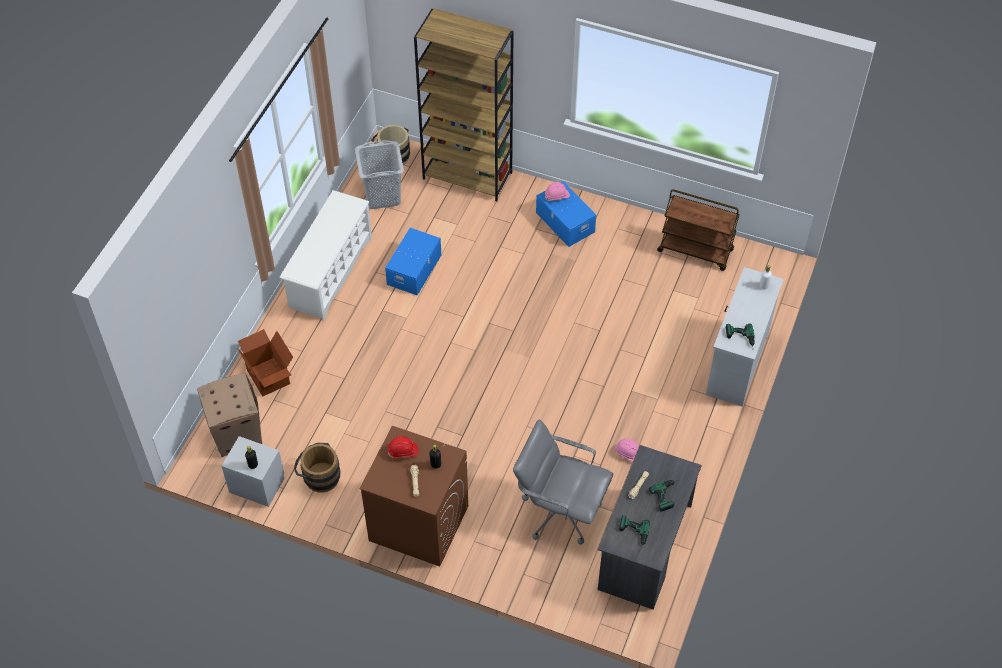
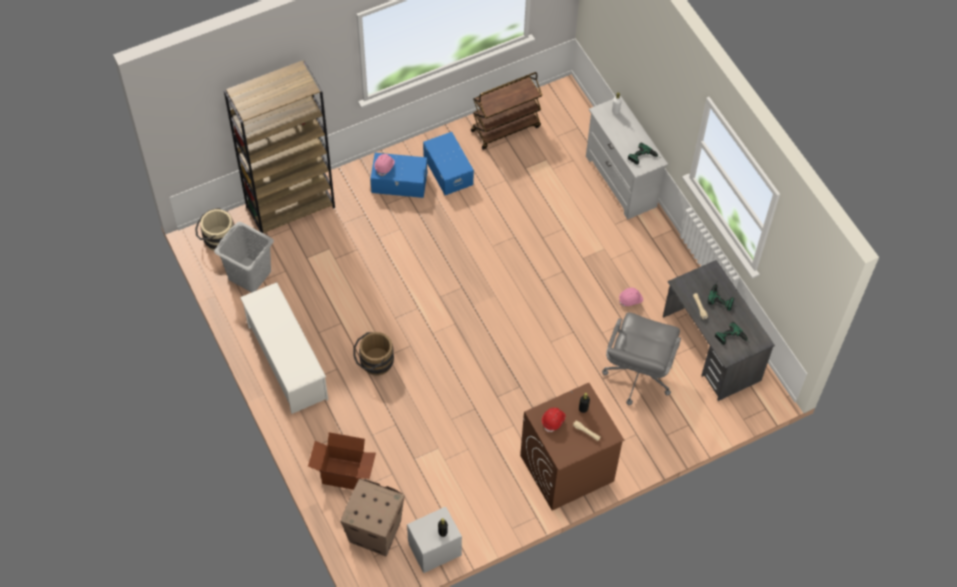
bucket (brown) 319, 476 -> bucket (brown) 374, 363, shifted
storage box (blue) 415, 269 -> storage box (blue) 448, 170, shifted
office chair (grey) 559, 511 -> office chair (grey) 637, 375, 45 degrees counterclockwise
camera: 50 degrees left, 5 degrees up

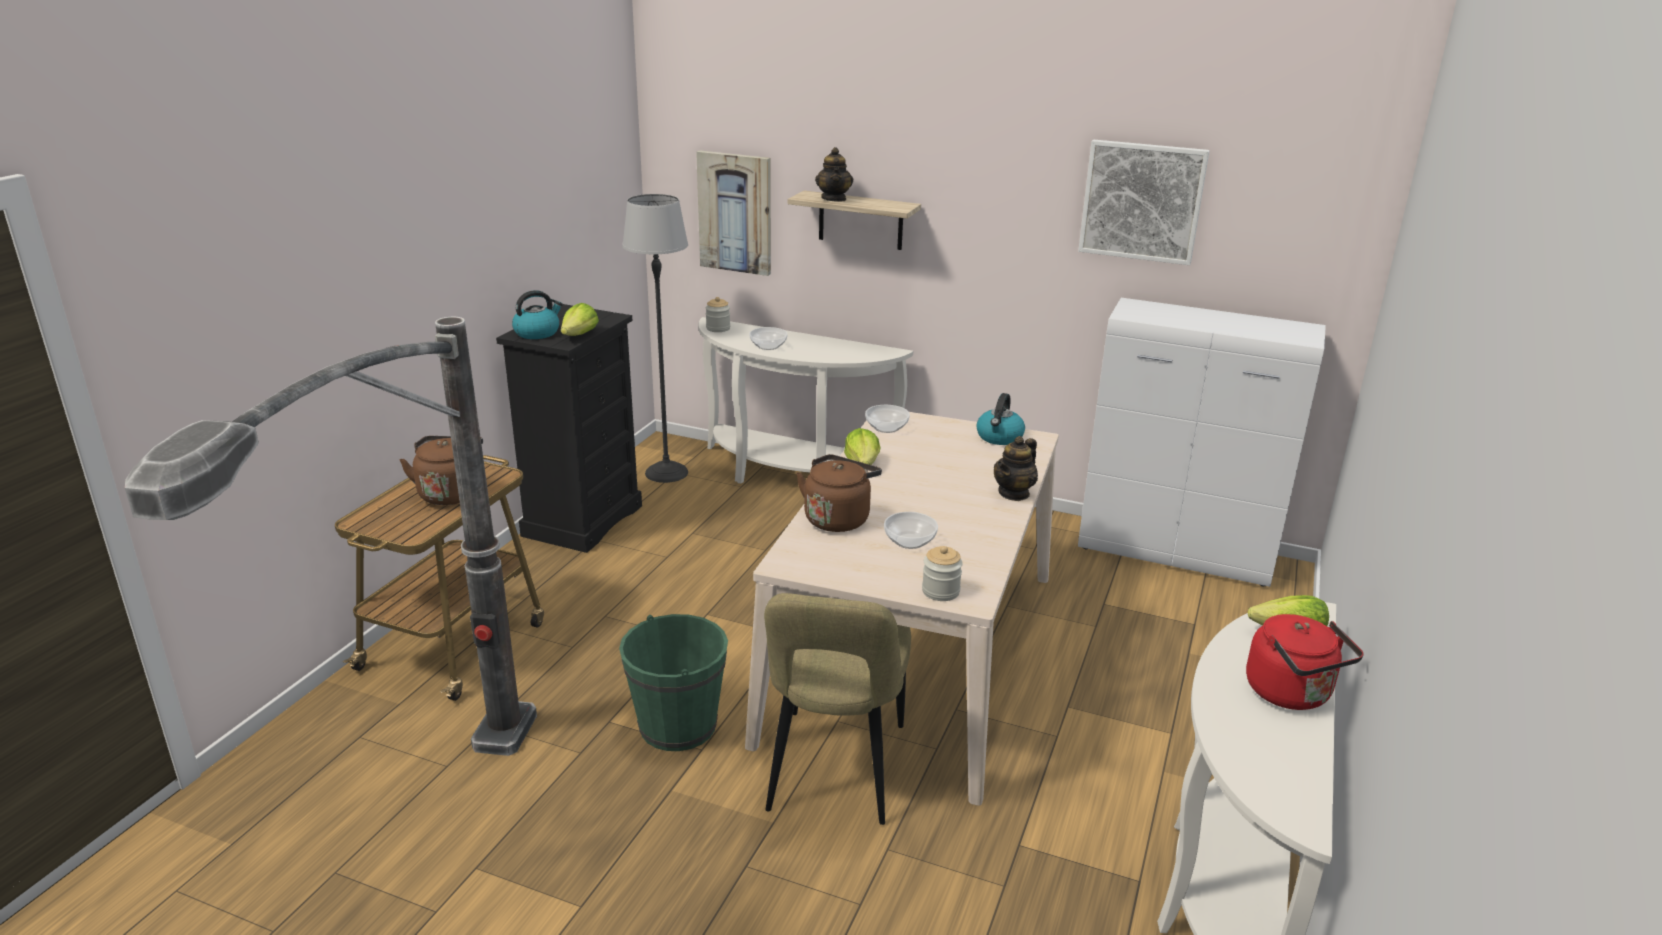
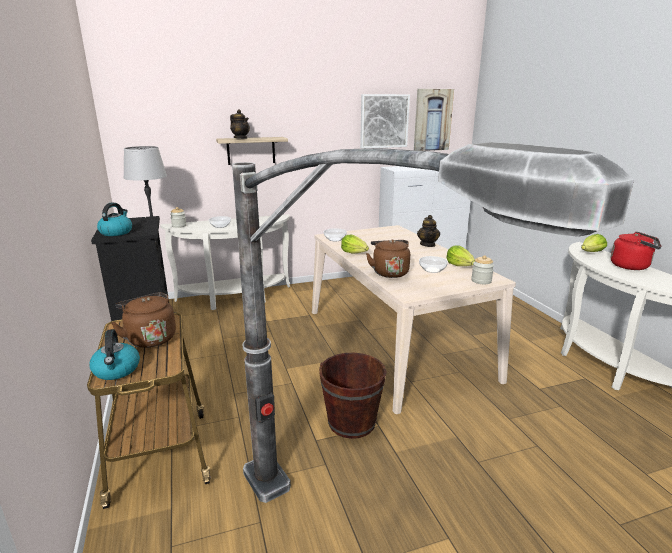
chair (beige) 834, 773 -> none
lettuce 579, 335 -> lettuce 460, 265, shifted
picture 735, 213 -> picture 432, 120, shifted
kettle 999, 437 -> kettle 117, 370, shifted
bucket (green) 678, 726 -> bucket (brown) 351, 422
camera: 40 degrees left, 5 degrees down

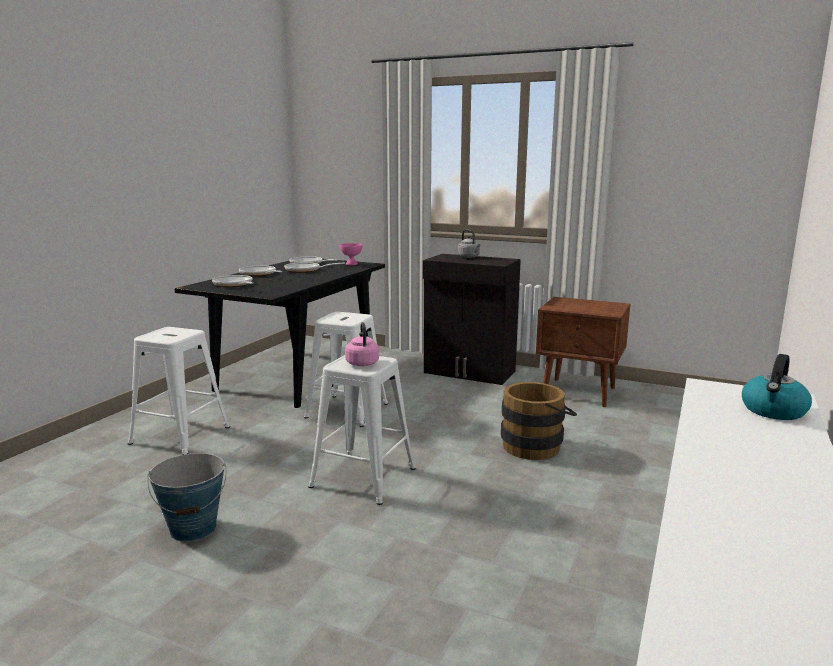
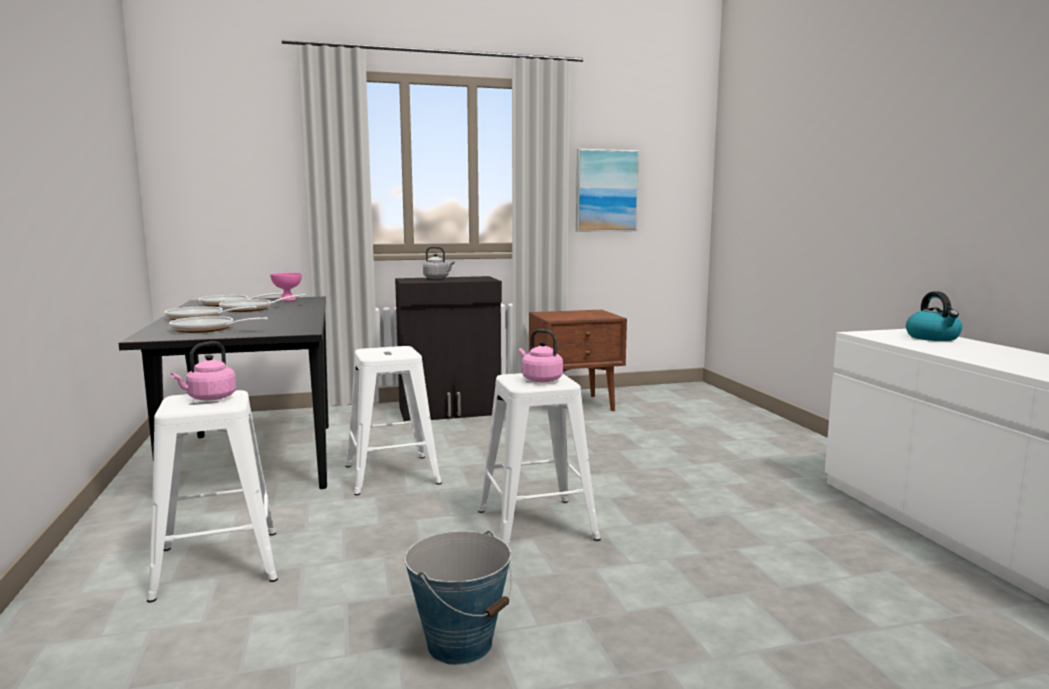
bucket (brown) 536, 446 -> none
none -> kettle (pink) 209, 398
none -> picture 606, 191
camera: 40 degrees left, 5 degrees down

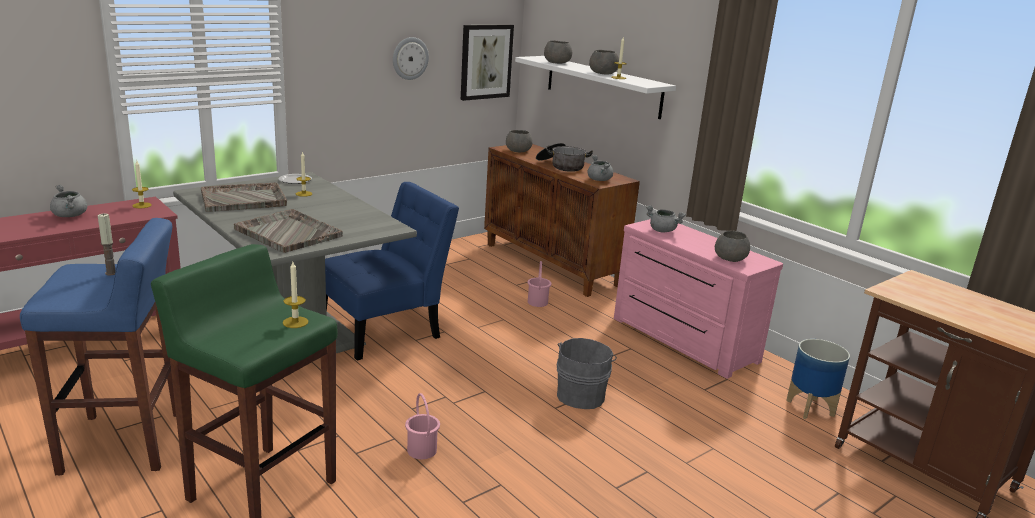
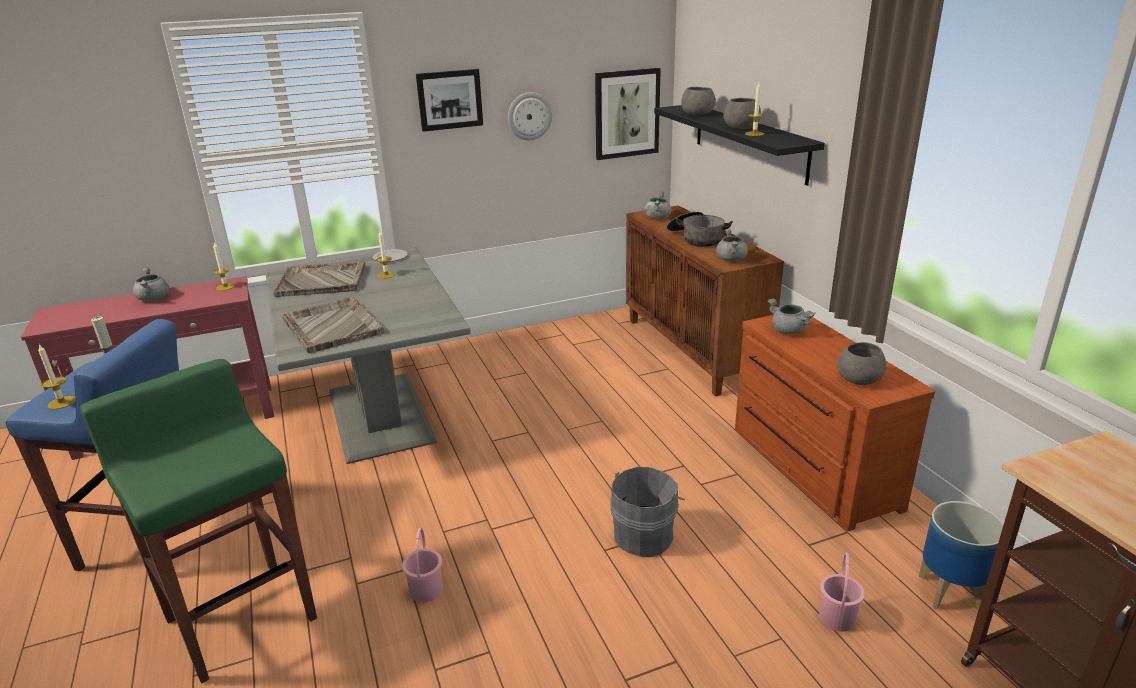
chair (blue) 385, 329 -> none
none -> picture 449, 99
candle 295, 322 -> candle 61, 402, shifted
bucket (pink) 538, 302 -> bucket (pink) 837, 617, shifted
bowl (grey) 518, 151 -> cooking pot (grey) 657, 217
shelf (white) 602, 86 -> shelf (black) 749, 141
dresser (pink) 682, 340 -> dresser (brown) 809, 468
camera: 20 degrees right, 5 degrees up

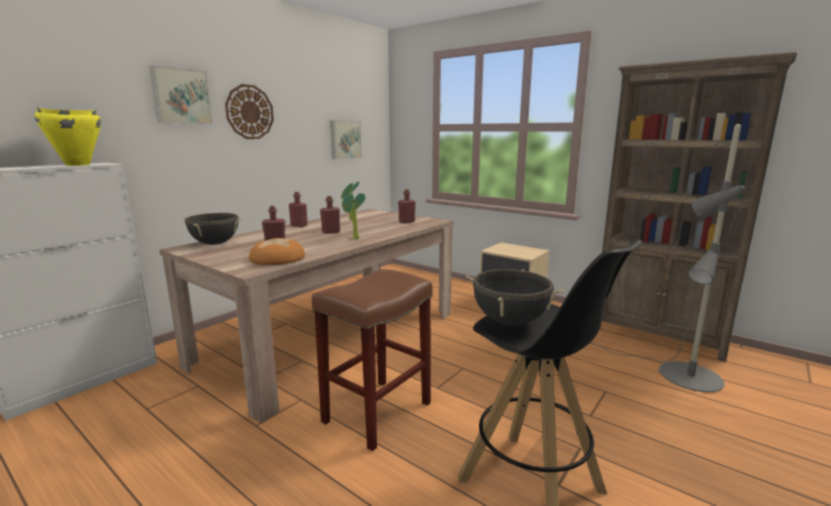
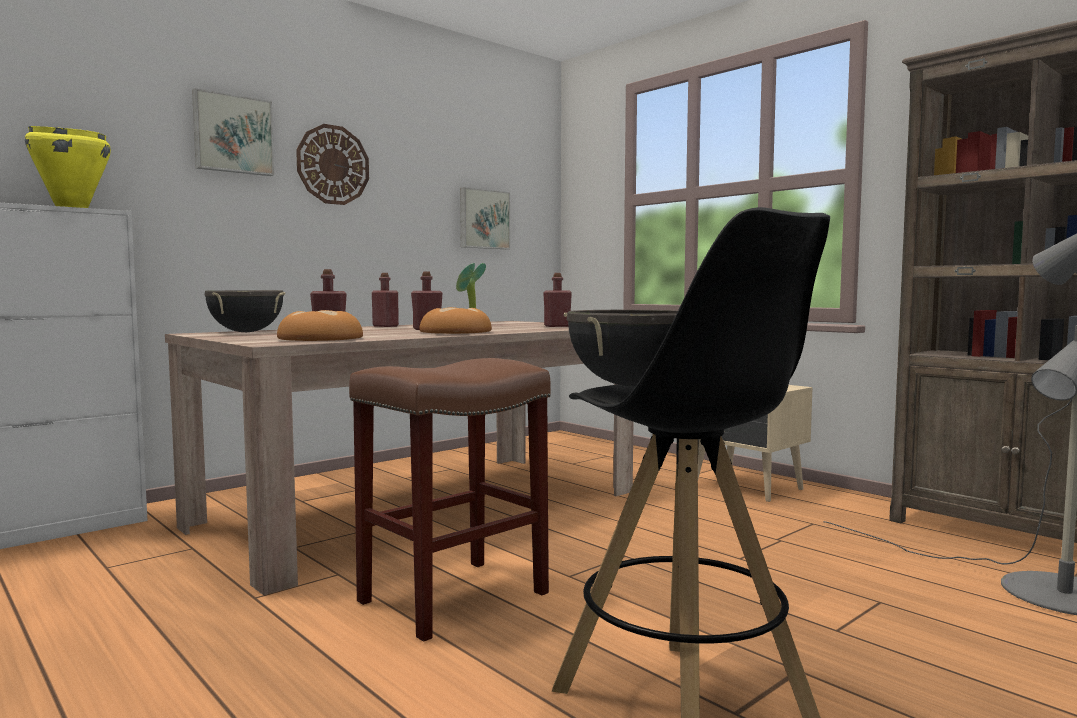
potted plant 354, 238 -> bread 456, 332
camera: 10 degrees right, 10 degrees down

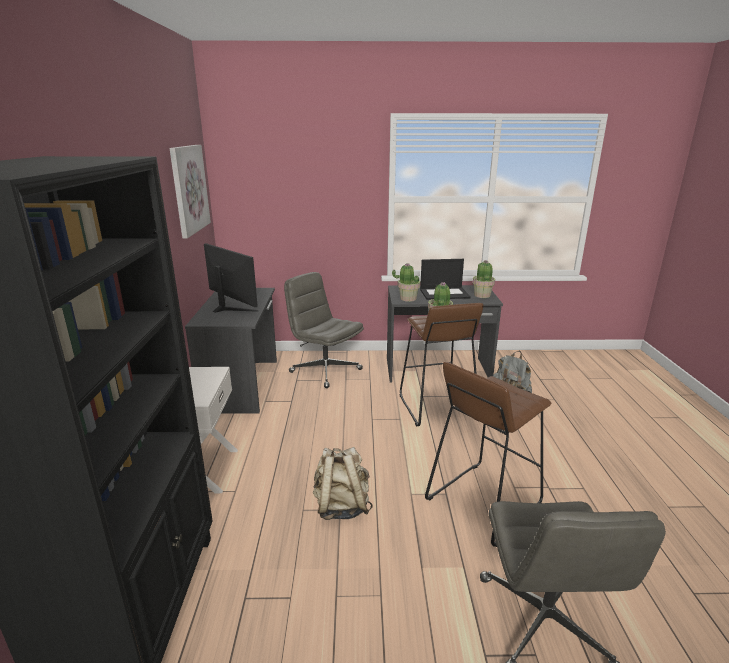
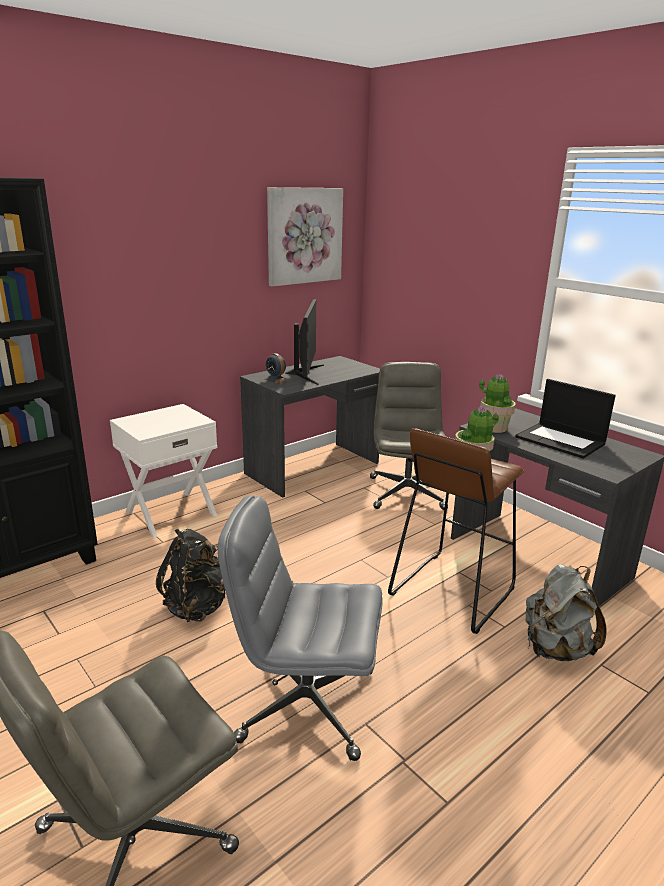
potted plant 482, 295 -> none
none -> alarm clock 276, 379
stool (brown) 482, 502 -> office chair (grey) 305, 704
backpack (beige) 341, 506 -> backpack (black) 197, 606
camera: 50 degrees right, 0 degrees up

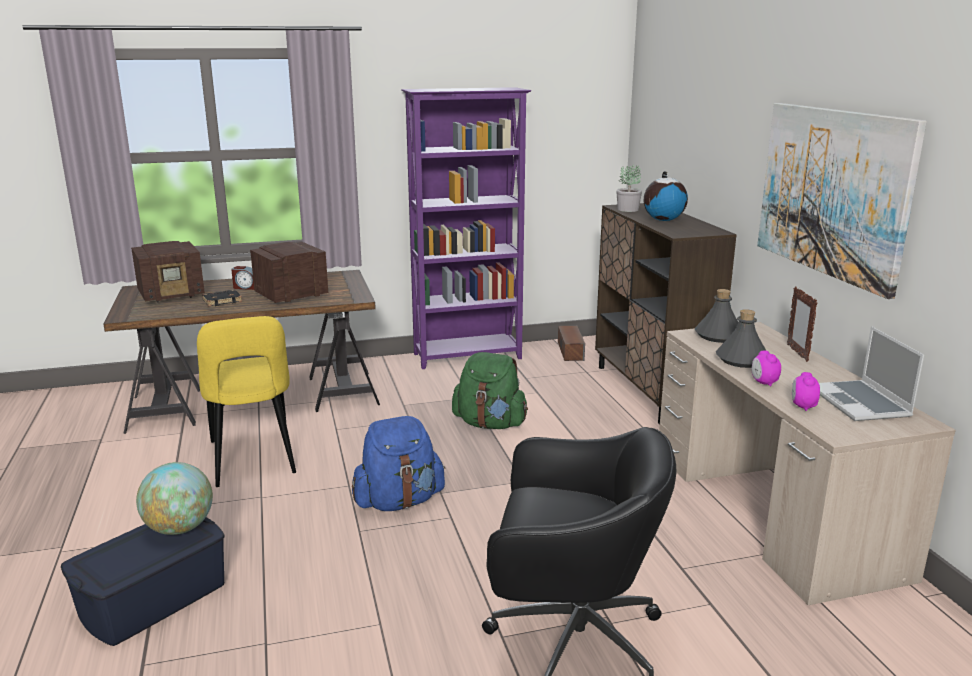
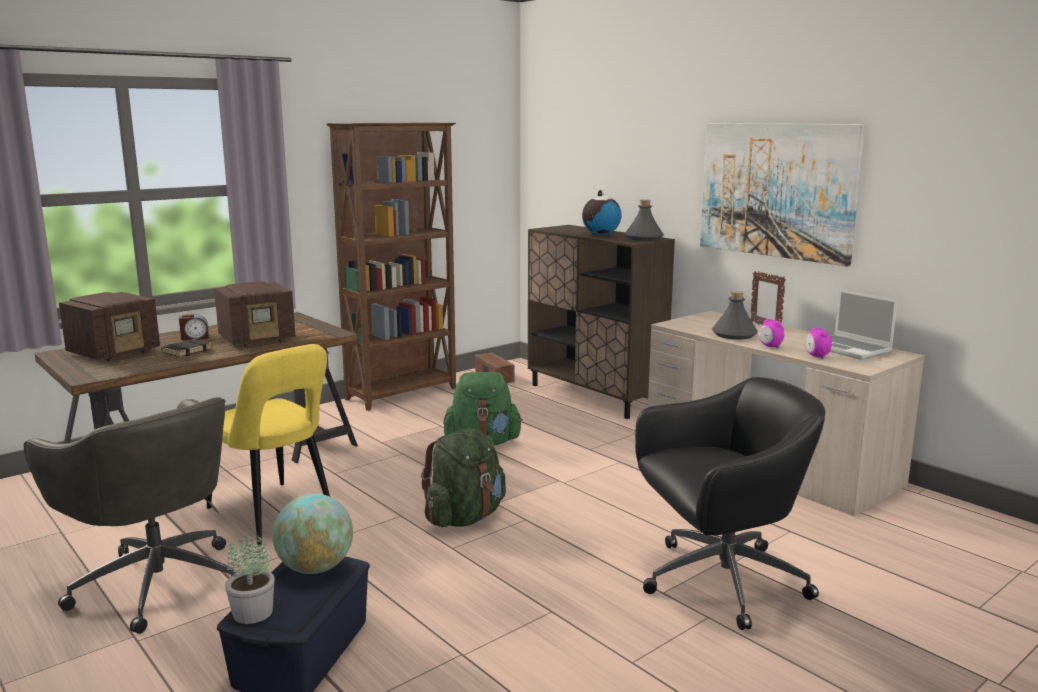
none -> office chair (grey) 156, 582
potted plant 628, 209 -> potted plant 253, 613, shifted
bottle (grey) 719, 336 -> bottle (grey) 643, 238, shifted
backpack (blue) 399, 501 -> backpack (green) 465, 518
bookcase (purple) 468, 357 -> bookcase (brown) 403, 394
radio 290, 296 -> radio 258, 339, 150 degrees counterclockwise
camera: 25 degrees left, 5 degrees down

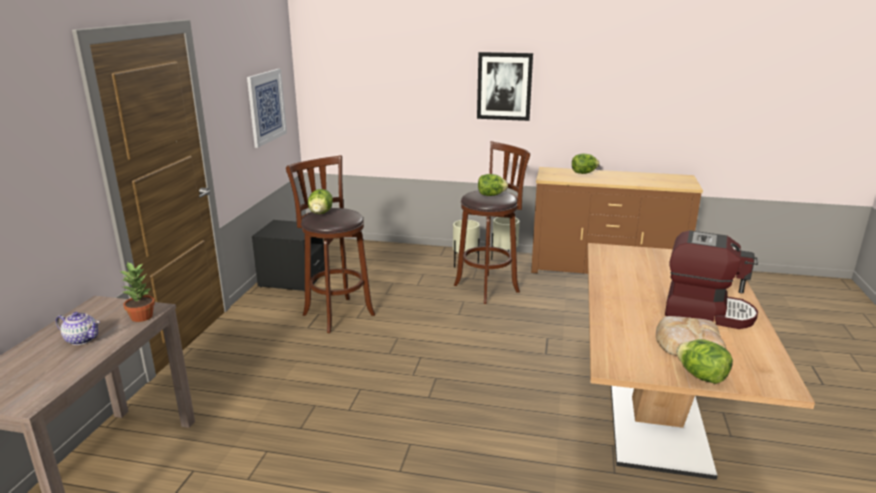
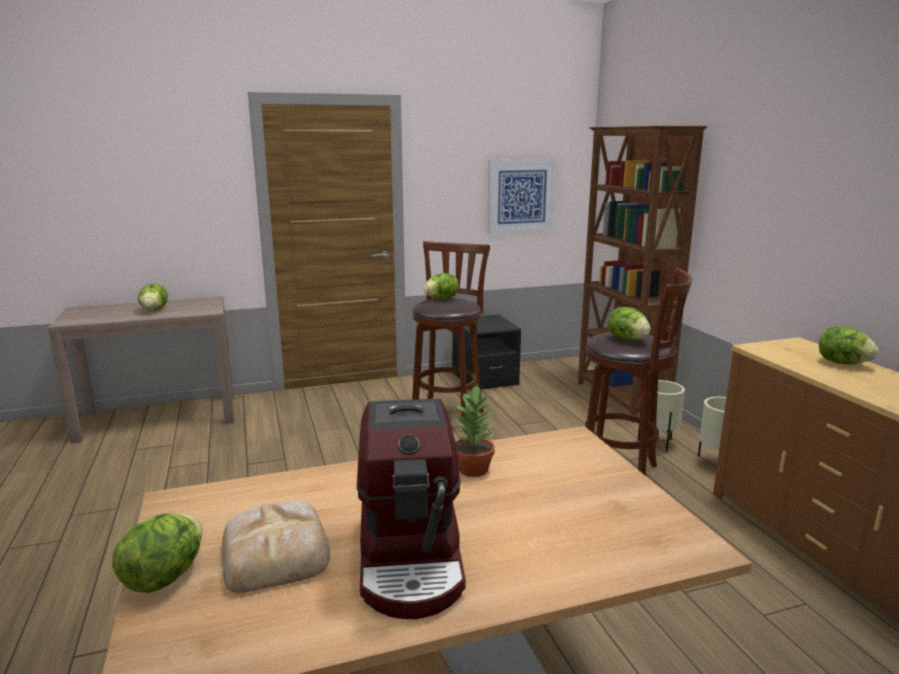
picture 504, 86 -> none
none -> bookcase (brown) 621, 399
potted plant 142, 316 -> potted plant 474, 469, shifted
teapot 82, 339 -> lettuce 154, 310
camera: 60 degrees right, 5 degrees down

